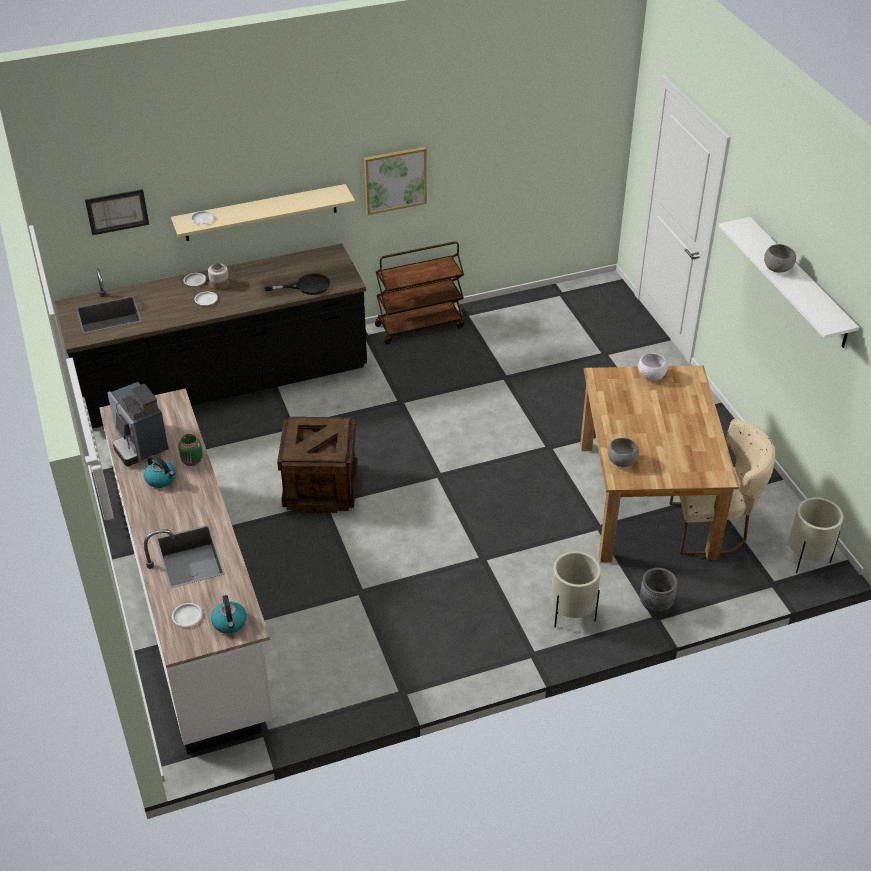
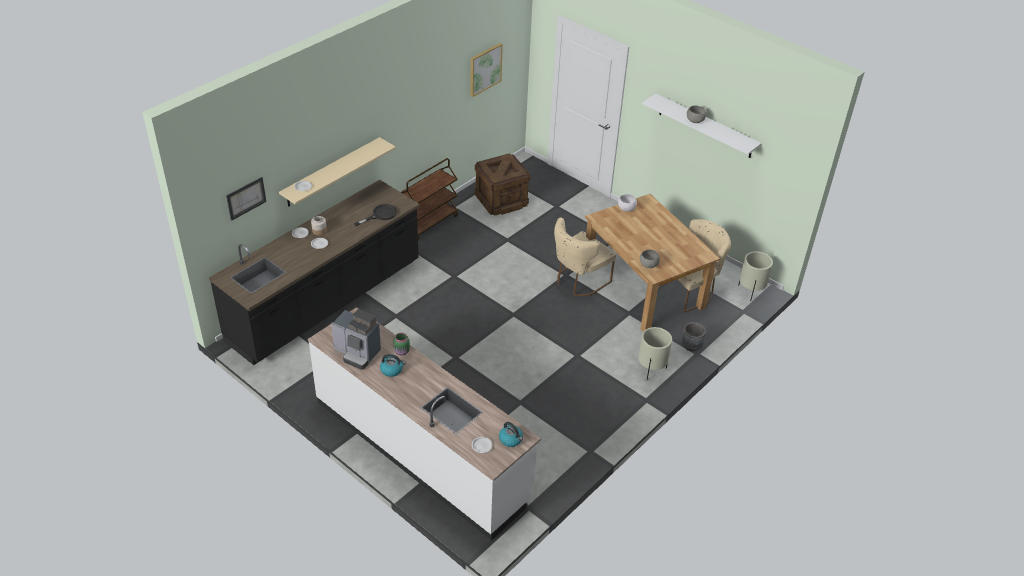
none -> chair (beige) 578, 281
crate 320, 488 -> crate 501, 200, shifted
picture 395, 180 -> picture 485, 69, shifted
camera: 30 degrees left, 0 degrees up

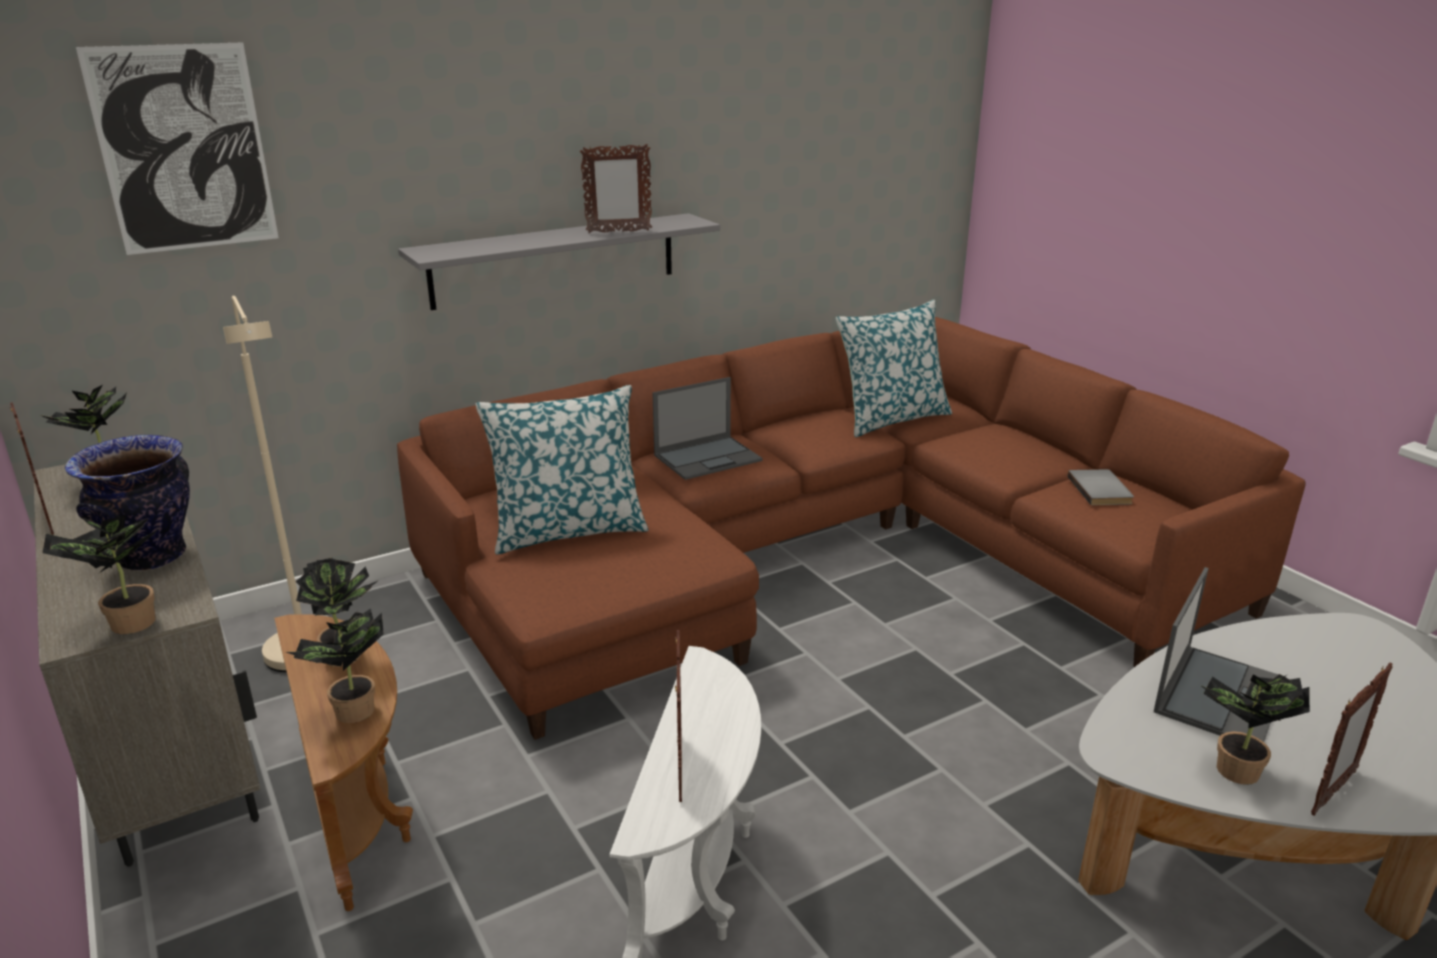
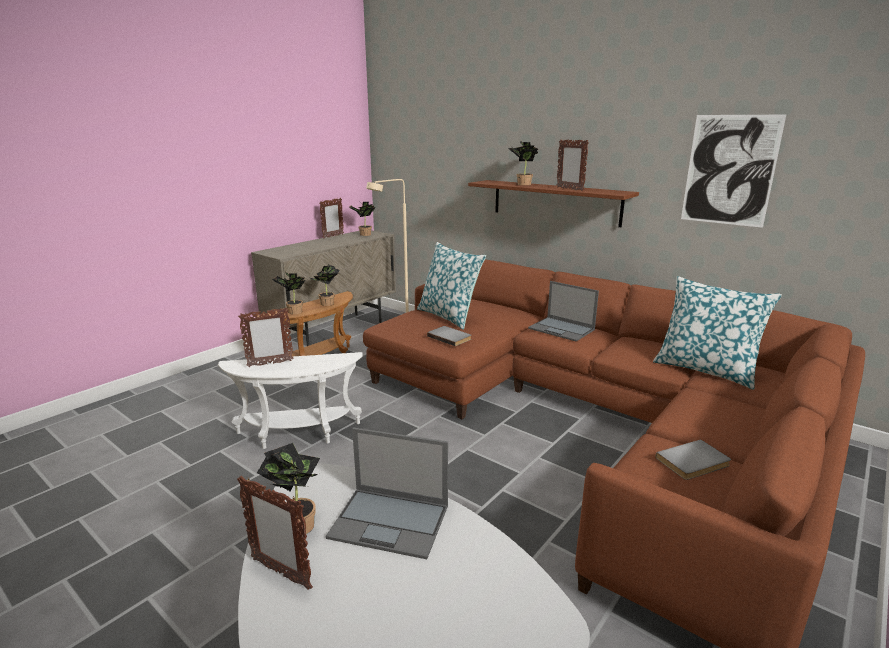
vase 151, 557 -> none
none -> book (grey) 450, 337
potted plant 126, 625 -> potted plant 522, 184, shifted
picture 184, 149 -> picture 729, 170, shifted
shelf (grey) 555, 260 -> shelf (brown) 555, 202
camera: 70 degrees right, 5 degrees down

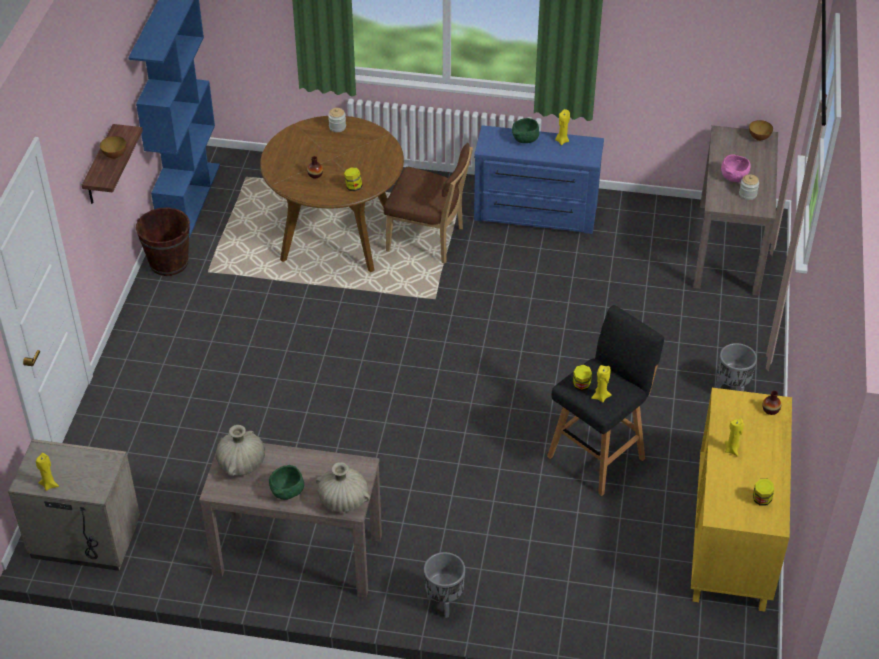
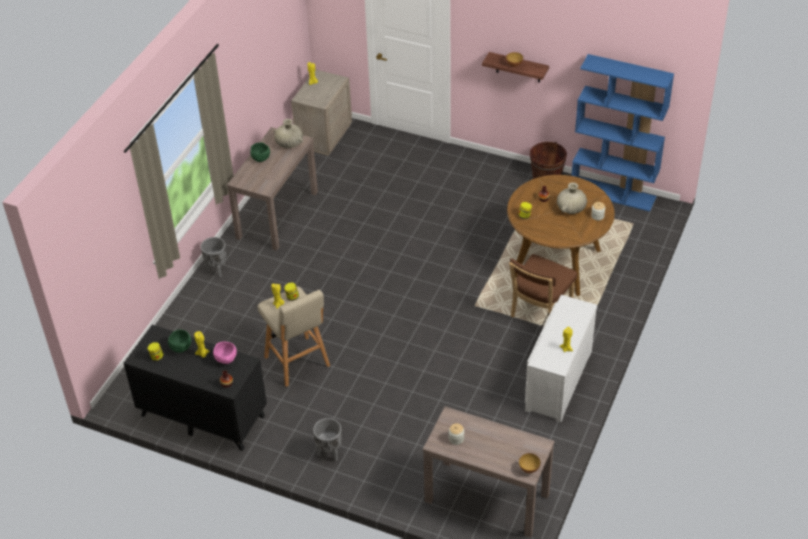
vase (beige) 343, 500 -> vase (beige) 571, 208, shifted
bowl (green) 525, 140 -> bowl (green) 180, 347, shifted
bowl (pink) 734, 177 -> bowl (pink) 226, 359, shifted
dresser (blue) 535, 214 -> dresser (white) 556, 380
stool (black) 598, 456 -> stool (beige) 298, 363
dresser (yellow) 732, 538 -> dresser (black) 202, 415
camera: 105 degrees right, 0 degrees up

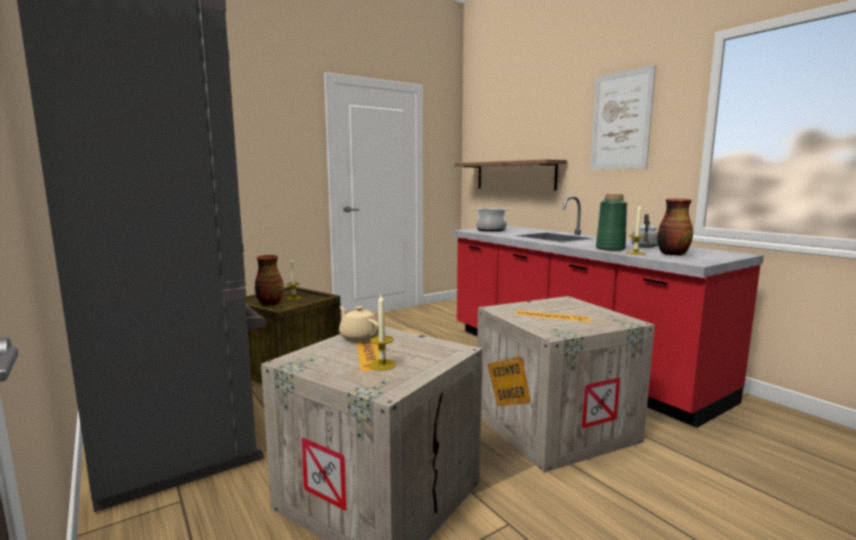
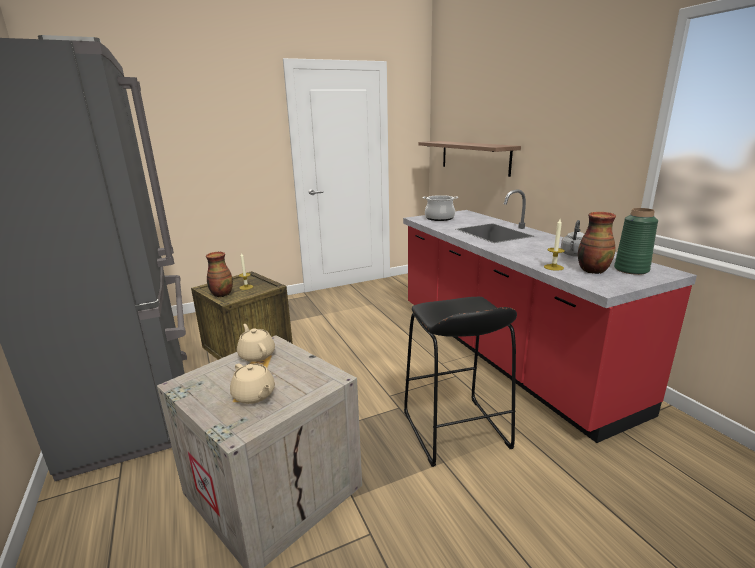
picture 621, 121 -> none
vase (green) 610, 248 -> vase (green) 631, 269, shifted
candle 382, 365 -> teapot (beige) 254, 395
crate 554, 427 -> stool (black) 455, 430
camera: 10 degrees right, 10 degrees up

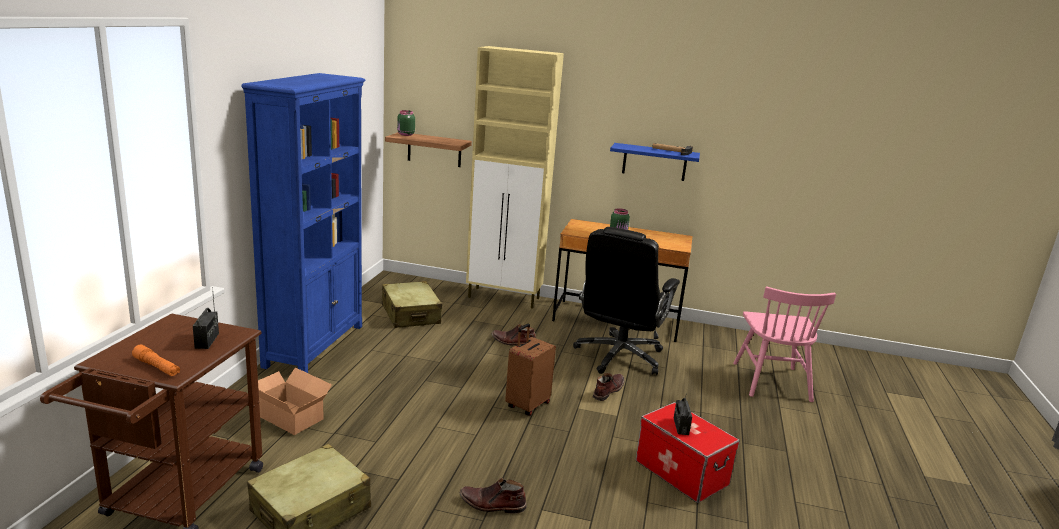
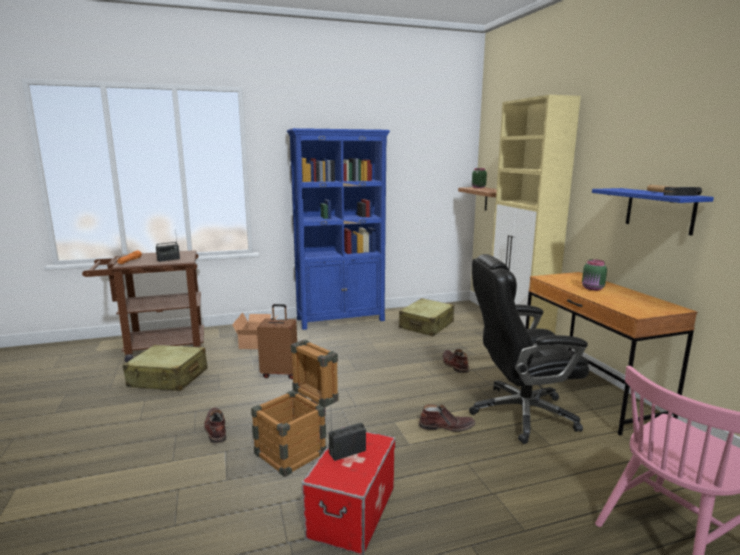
none -> crate 298, 450
suitcase (brown) 527, 405 -> suitcase (brown) 280, 373, shifted
camera: 60 degrees right, 5 degrees down

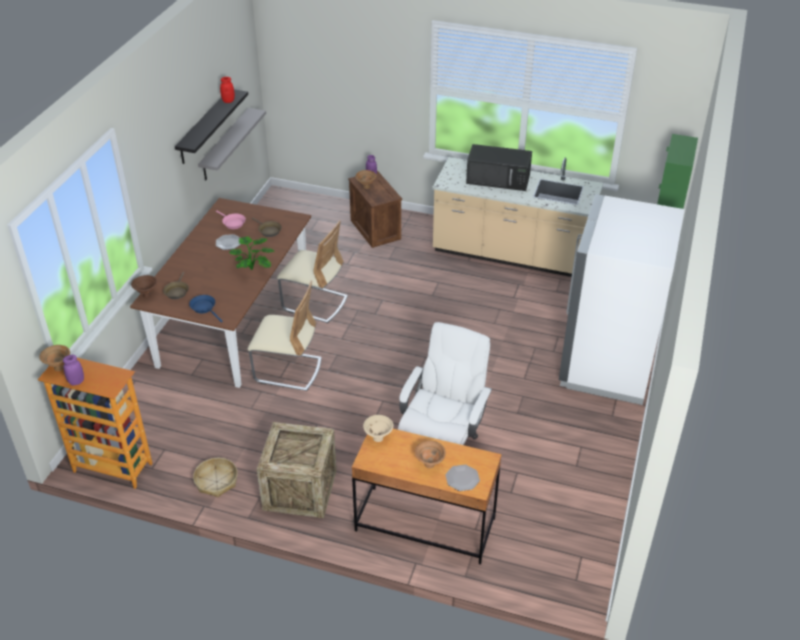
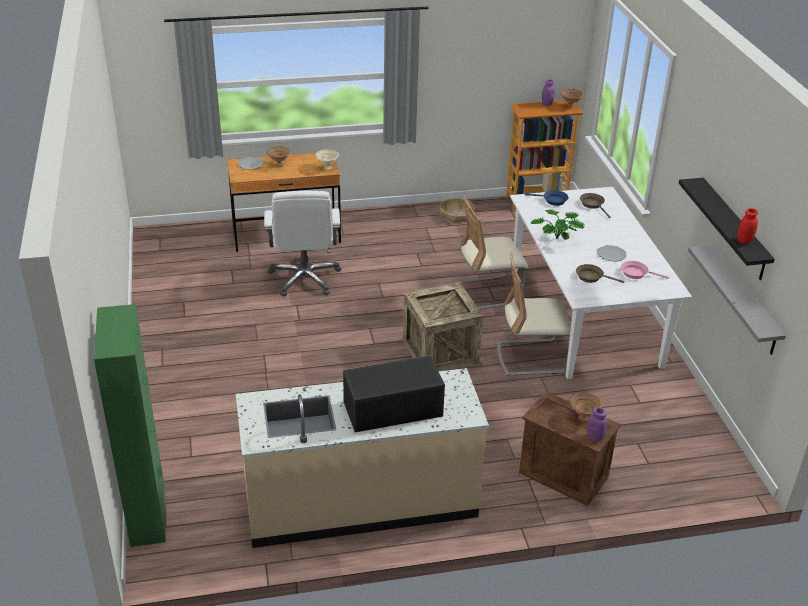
bowl (brown) 146, 295 -> none
fridge (white) 606, 364 -> none
crate 300, 489 -> crate 440, 352, shifted
dining table (brown) 235, 322 -> dining table (white) 582, 315
camera: 150 degrees right, 5 degrees down

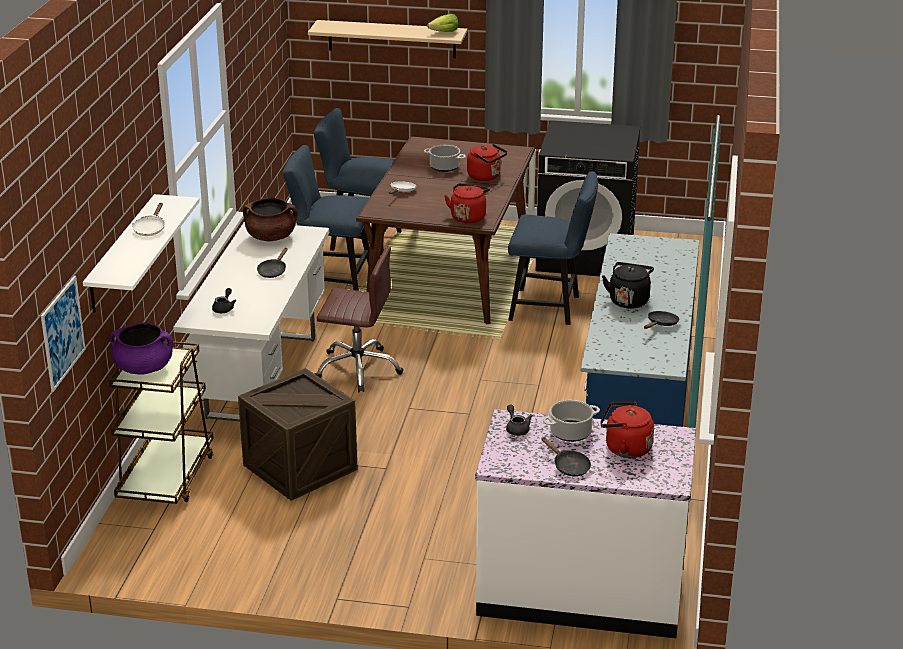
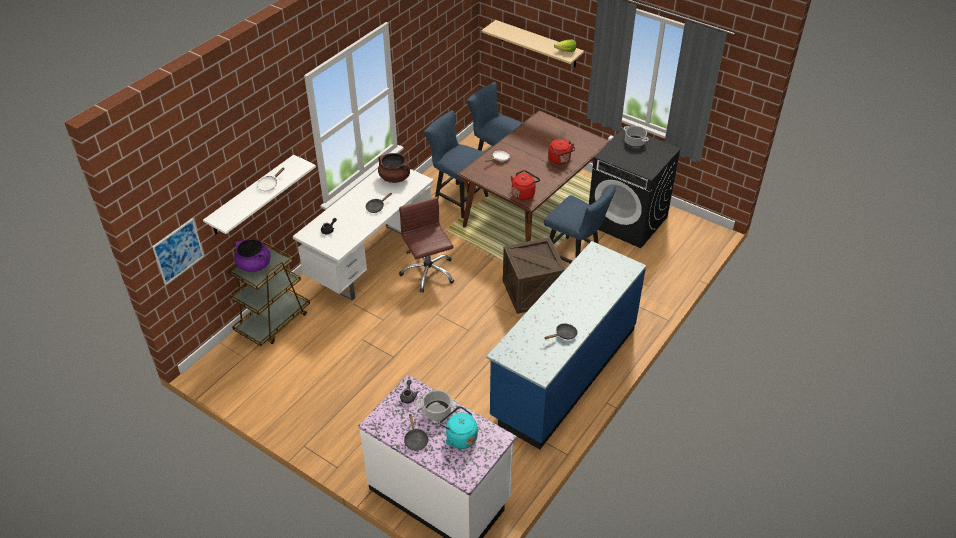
kettle (black) 629, 300 -> none
crate 300, 467 -> crate 532, 292, shifted
cooking pot 445, 167 -> cooking pot 635, 142, shifted
kettle (red) 625, 448 -> kettle (turquoise) 459, 437
office chair (brown) 358, 369 -> office chair (brown) 428, 272, 150 degrees counterclockwise
camera: 25 degrees right, 15 degrees up

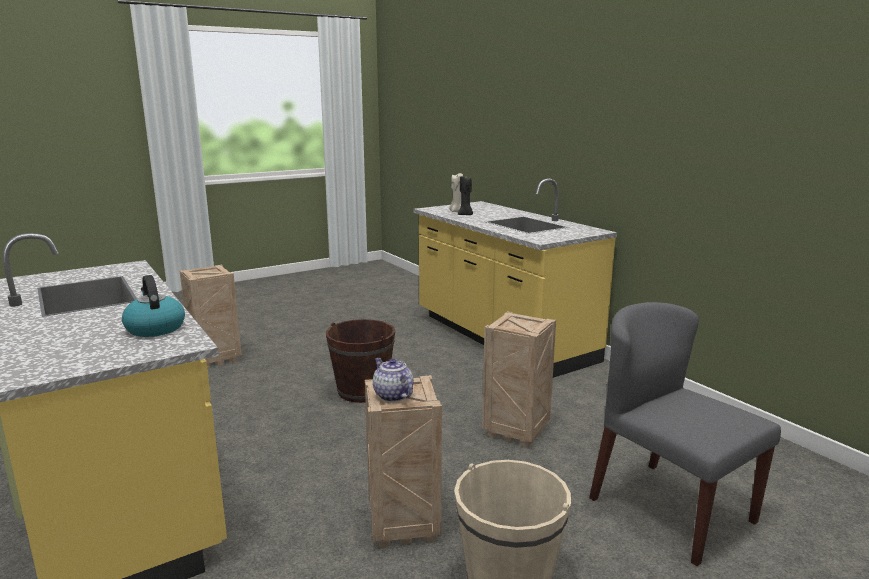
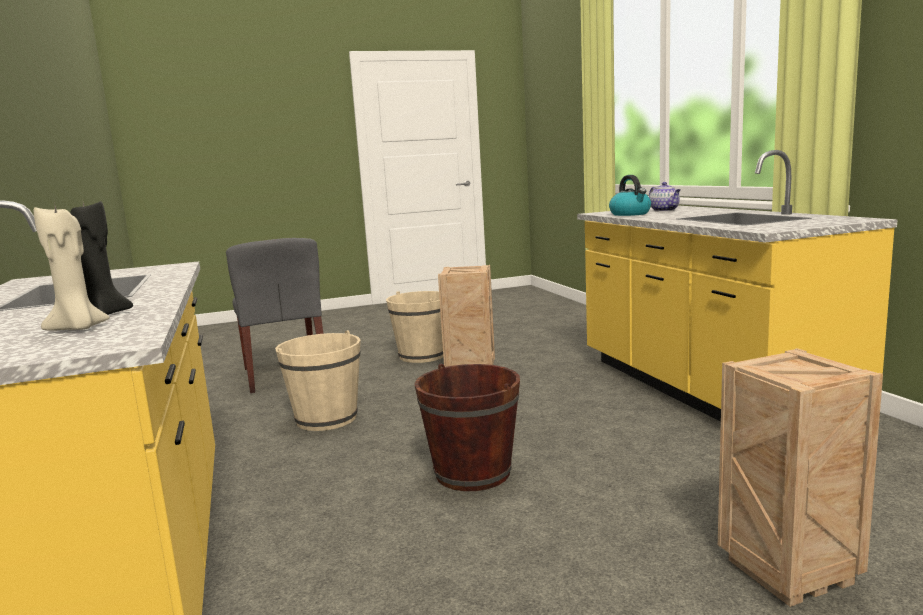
teapot 392, 395 -> teapot 665, 210, shifted
crate 514, 431 -> bucket (beige) 326, 419
camera: 165 degrees left, 5 degrees down

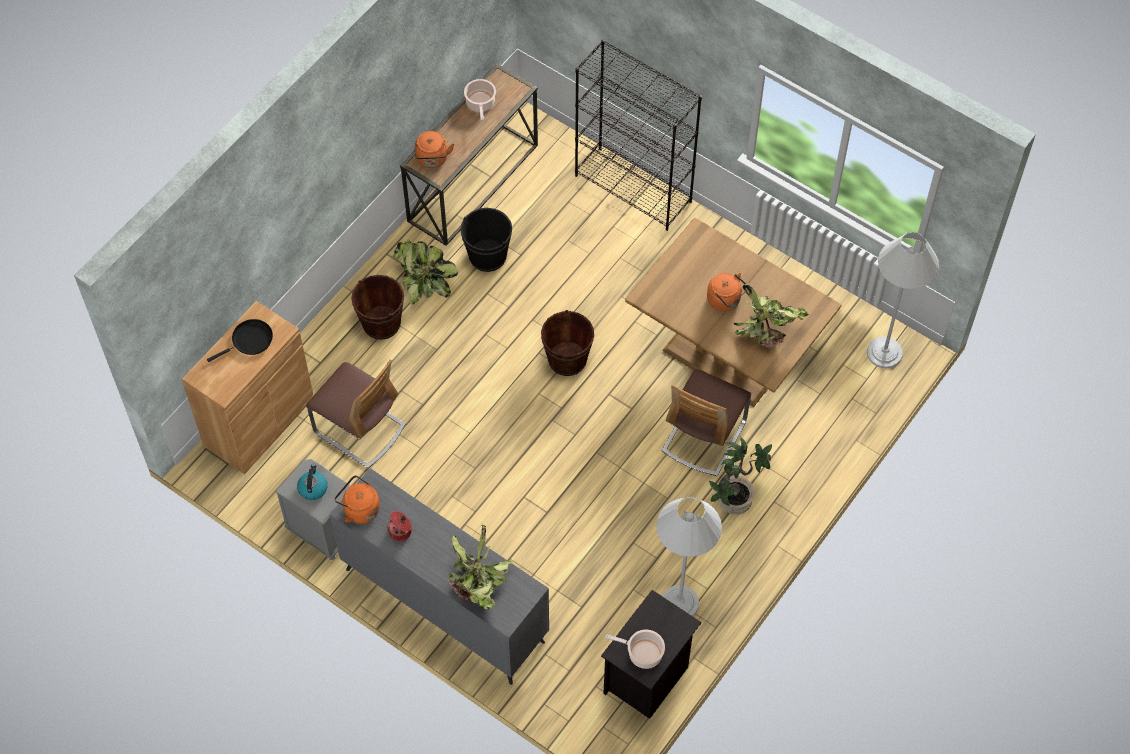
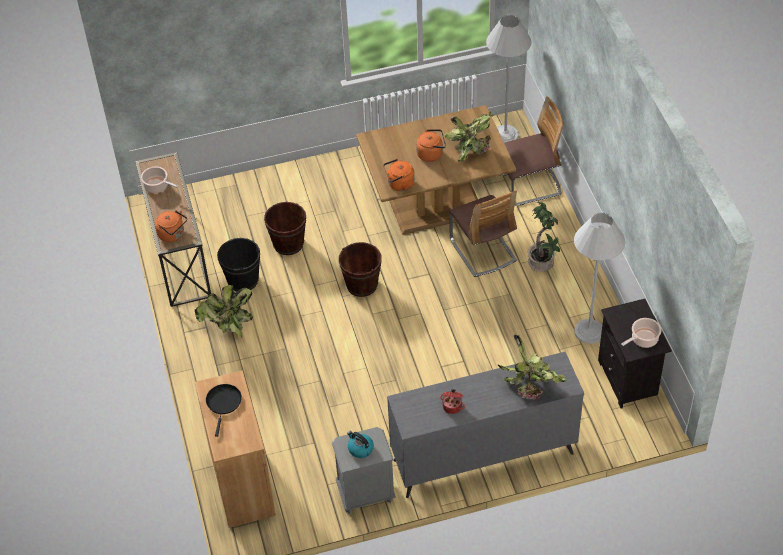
bookcase (black) 634, 188 -> none
chair 359, 429 -> chair 529, 185, shifted
kettle (orange) 359, 509 -> kettle (orange) 399, 184, shifted
bucket (brown) 381, 323 -> bucket (brown) 288, 243, shifted
camera: 50 degrees left, 10 degrees down

